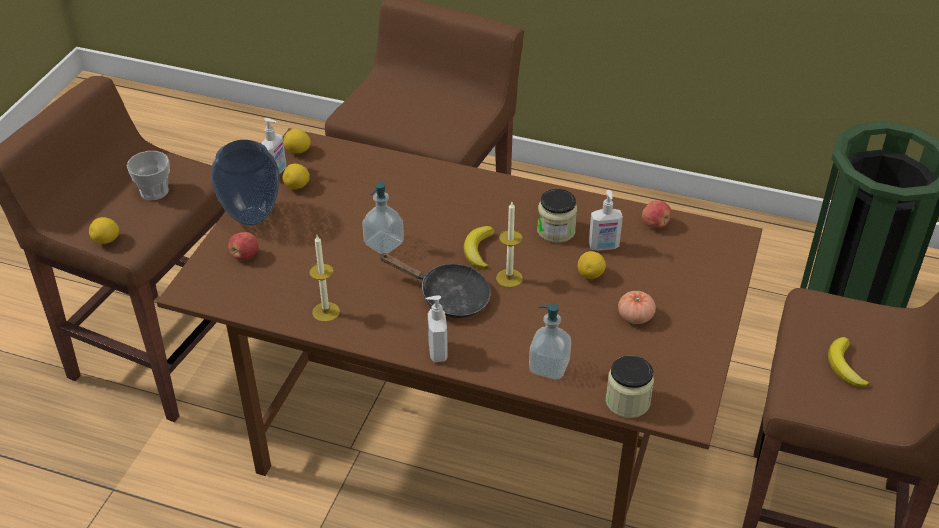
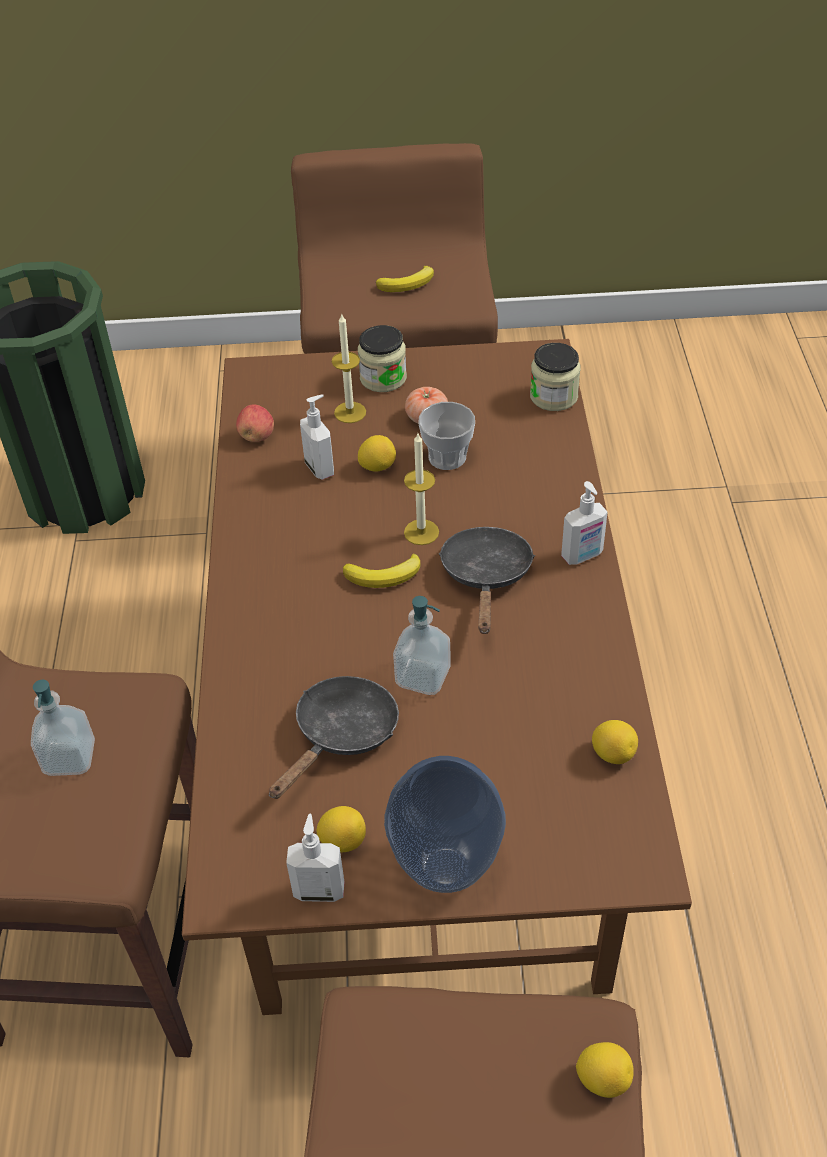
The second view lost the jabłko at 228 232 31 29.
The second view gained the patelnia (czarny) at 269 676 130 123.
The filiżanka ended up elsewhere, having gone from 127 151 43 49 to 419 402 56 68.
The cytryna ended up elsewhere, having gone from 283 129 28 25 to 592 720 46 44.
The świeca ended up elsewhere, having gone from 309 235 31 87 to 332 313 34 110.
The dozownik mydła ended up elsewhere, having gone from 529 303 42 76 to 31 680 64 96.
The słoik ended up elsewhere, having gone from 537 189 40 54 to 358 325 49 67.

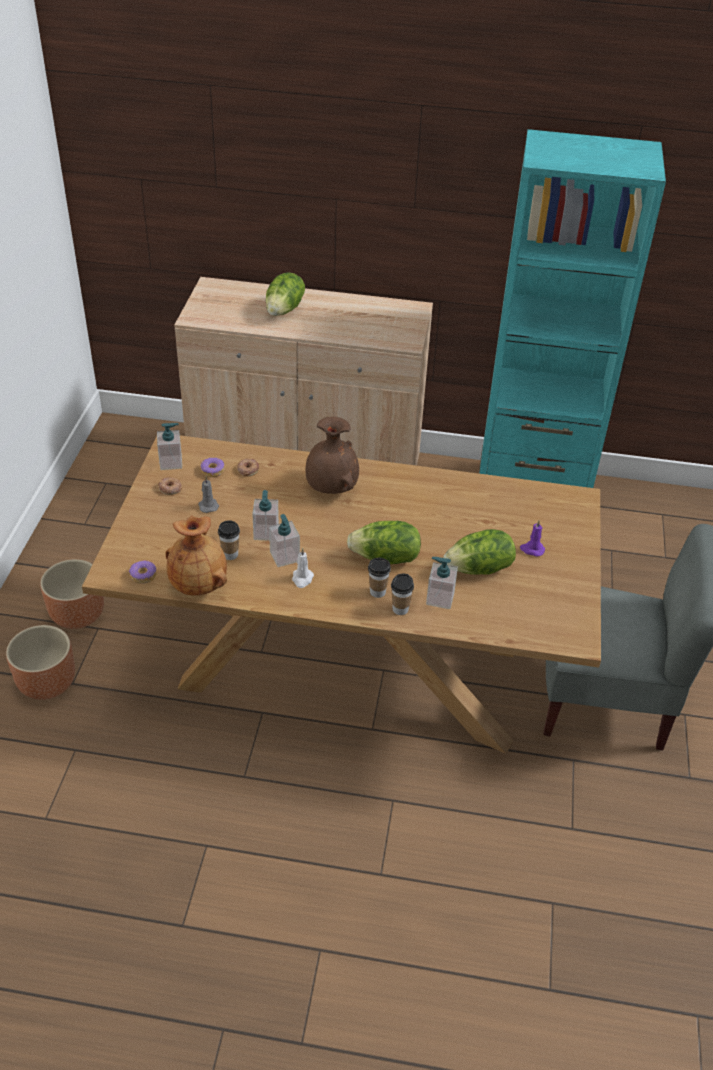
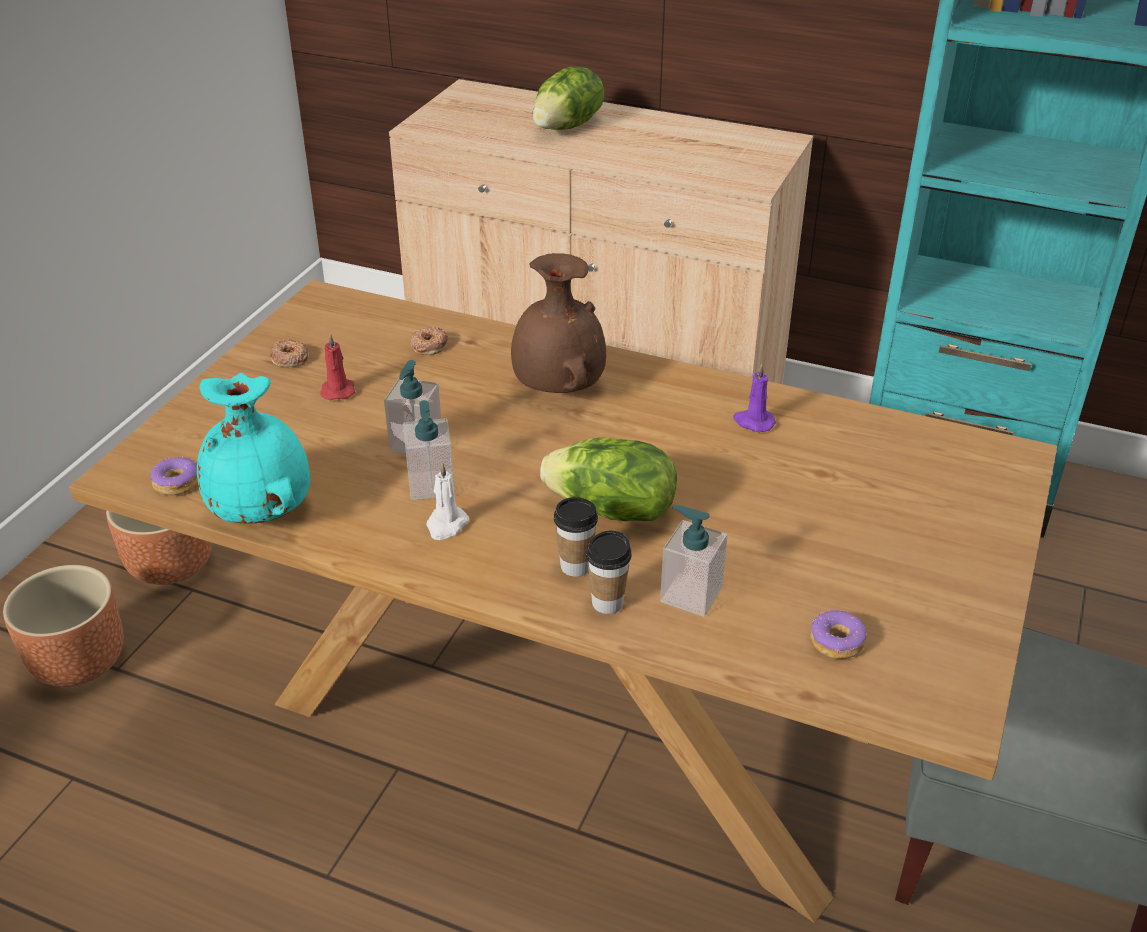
The second view lost the dozownik mydła at 157 423 25 47.
The second view lost the filiżanka at 218 520 22 40.
The second view lost the sałata at 443 529 73 46.
The donut ended up elsewhere, having gone from 201 458 24 19 to 810 610 57 49.
The świeca (fioletowy) ended up elsewhere, having gone from 520 521 25 35 to 733 363 43 69.
What was the wazon (brązowy) at 165 516 62 79 turned into the wazon (turkusowy) at 197 373 113 151.
What was the świeca (szary) at 199 477 20 36 turned into the świeca (czerwony) at 320 333 35 67.

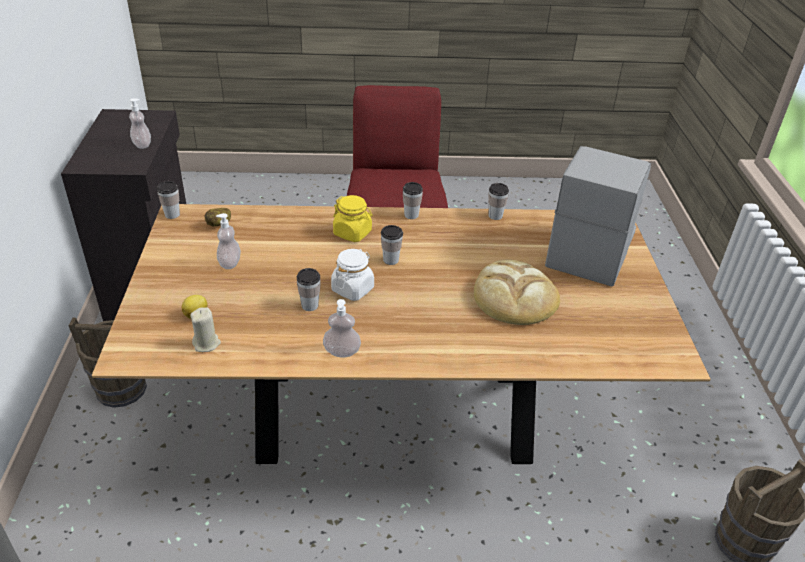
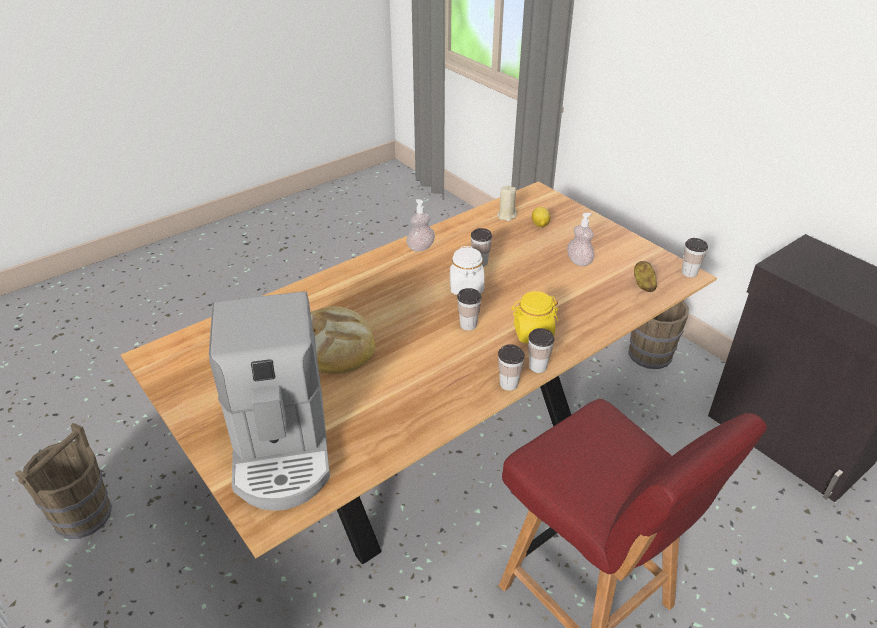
The second view lost the dozownik mydła at 129 98 22 51.
The filiżanka ended up elsewhere, having gone from 488 183 21 37 to 528 328 27 45.

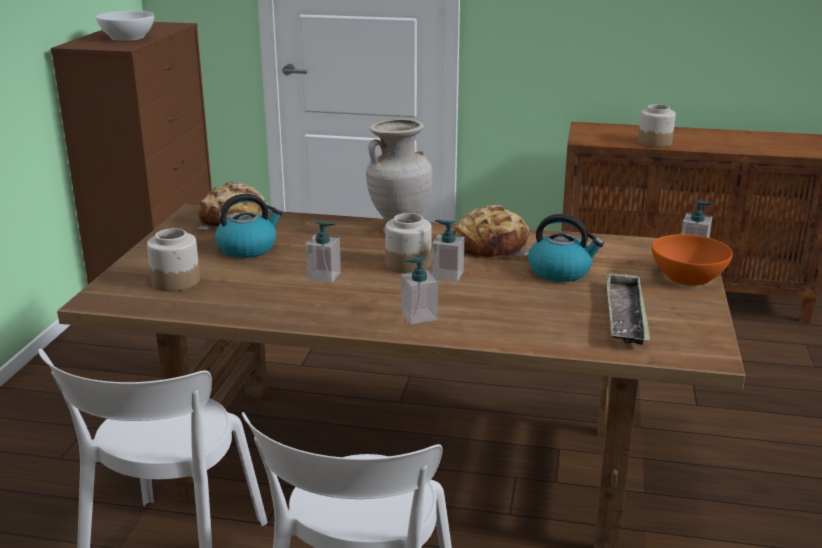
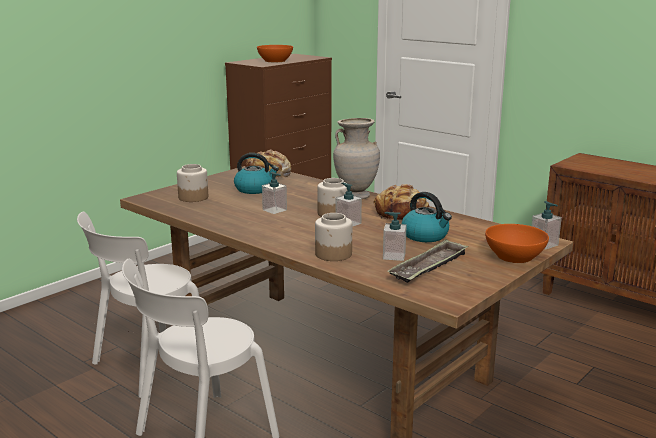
The dozownik mydła ended up elsewhere, having gone from 401 256 37 68 to 383 212 24 49.
The słoik ended up elsewhere, having gone from 638 104 38 44 to 315 213 37 48.
What was the miska (biały) at 96 11 59 30 turned into the miska (pomarańczowy) at 257 45 36 17.

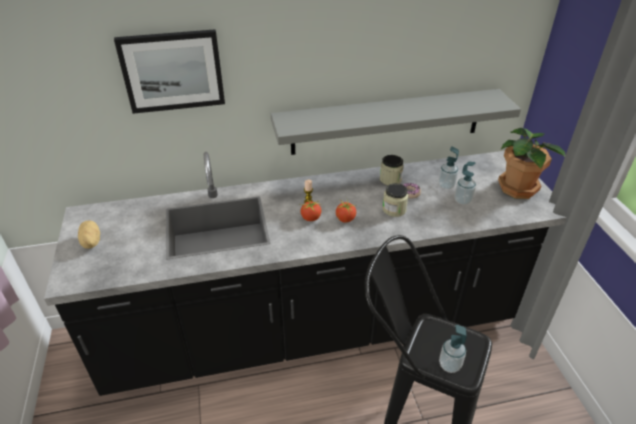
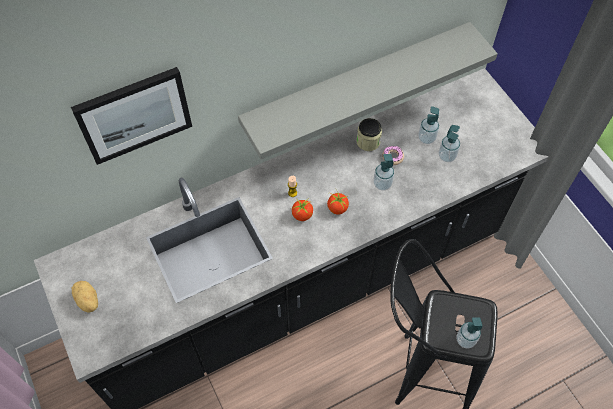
The second view lost the roślina doniczkowa at 498 128 67 71.
Where the słoik stood at 382 183 27 34, the dozownik mydła came to stand at 373 154 21 36.

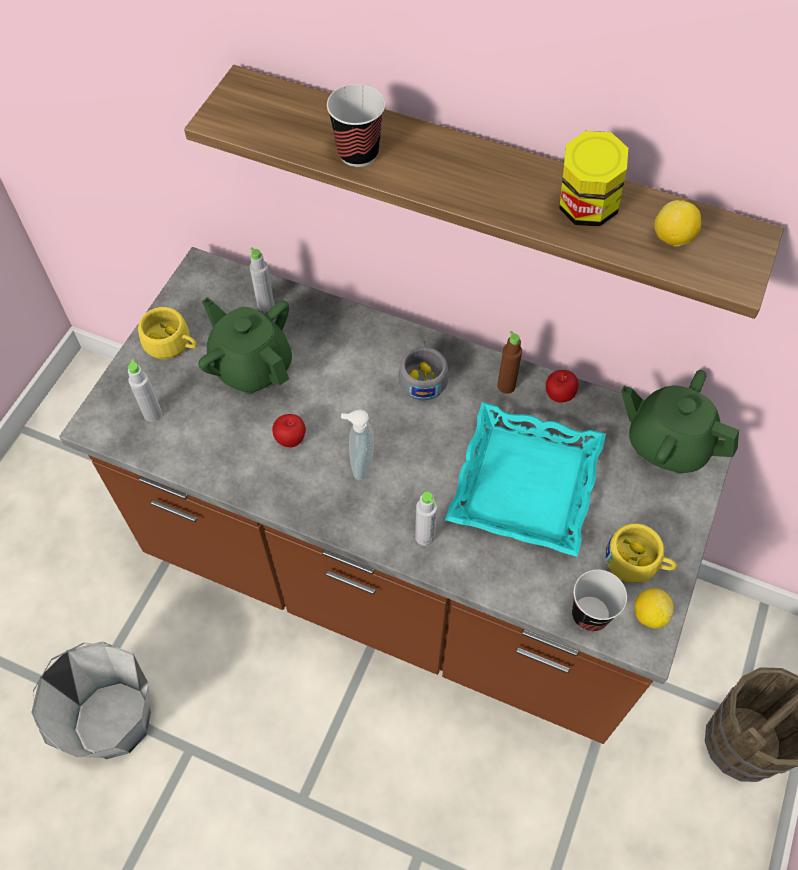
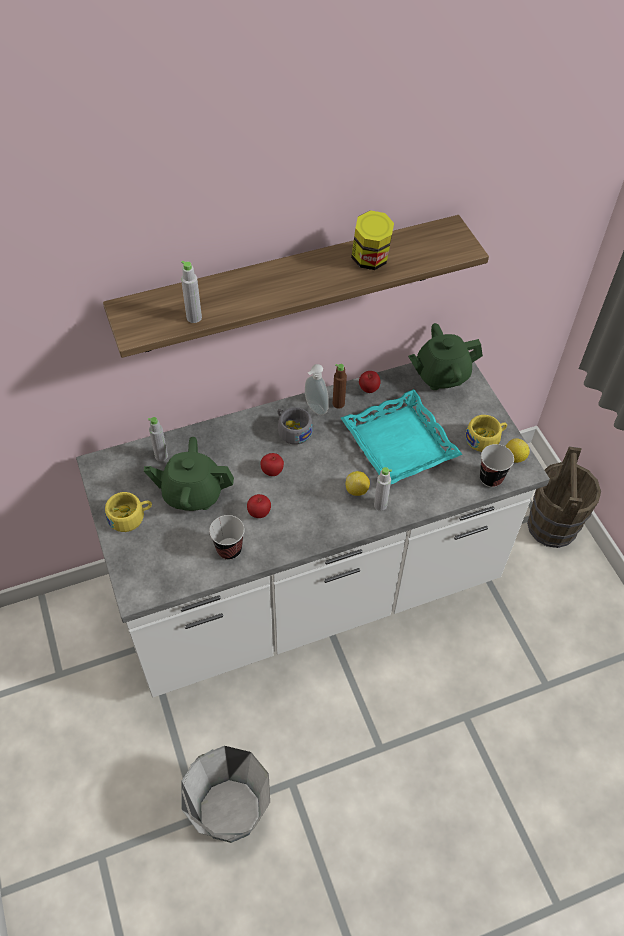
The second view gained the jabłko at 261 453 23 23.
The butelka (szary) ended up elsewhere, having gone from 128 359 34 63 to 181 261 21 62.
The filiżanka ended up elsewhere, having gone from 327 84 58 83 to 209 515 36 45.
The dozownik mydła ended up elsewhere, having gone from 341 409 33 71 to 305 364 24 51.
The cytryna ended up elsewhere, having gone from 654 200 47 47 to 346 471 24 25.
What was the zabudowa kuchenna (brązowy) at 59 247 673 497 turned into the zabudowa kuchenna (biały) at 76 362 474 336.

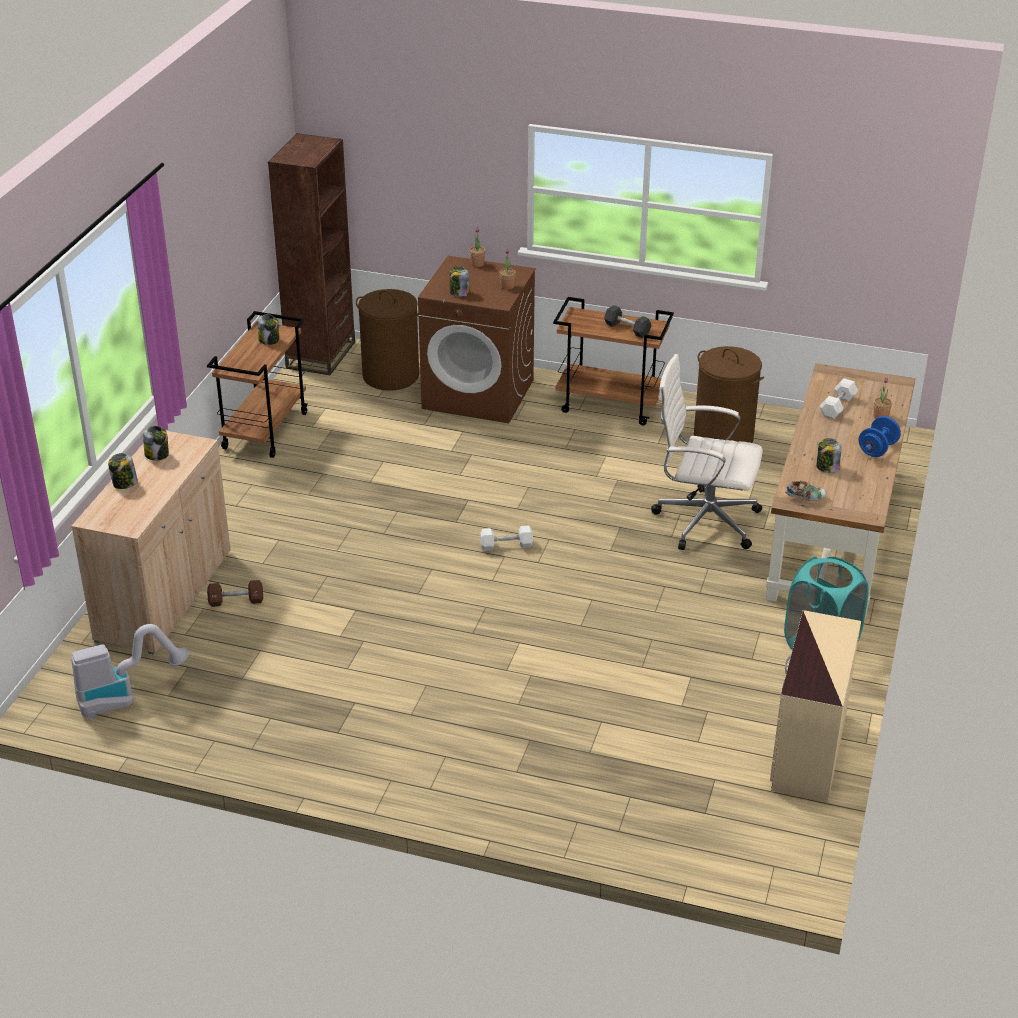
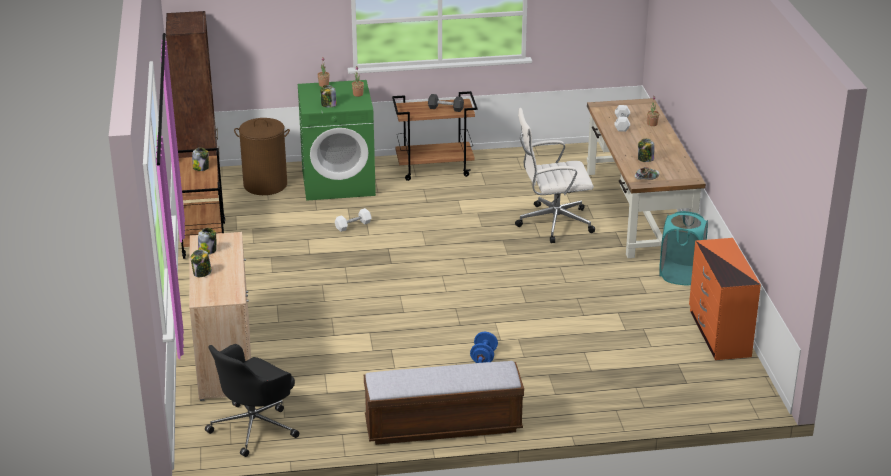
The second view lost the hantel (brązowy) at 207 580 56 27.
The second view lost the kosz na pranie (brązowy) at 694 346 70 97.
The second view gained the ławka at 364 361 160 84.
The hantel (biały) ended up elsewhere, having gone from 480 525 53 26 to 335 208 36 24.
The hantel (niebieski) ended up elsewhere, having gone from 858 416 43 41 to 470 332 28 31.
Where the odkurzacz stood at 71 624 118 95, the krzesło biurowe (czarny) came to stand at 205 344 94 113.
What was the pralka (brązowy) at 418 256 118 167 turned into the pralka (zielony) at 298 80 78 121.
What was the komoda (beżowy) at 770 610 91 193 turned into the komoda (pomarańczowy) at 689 238 72 122.

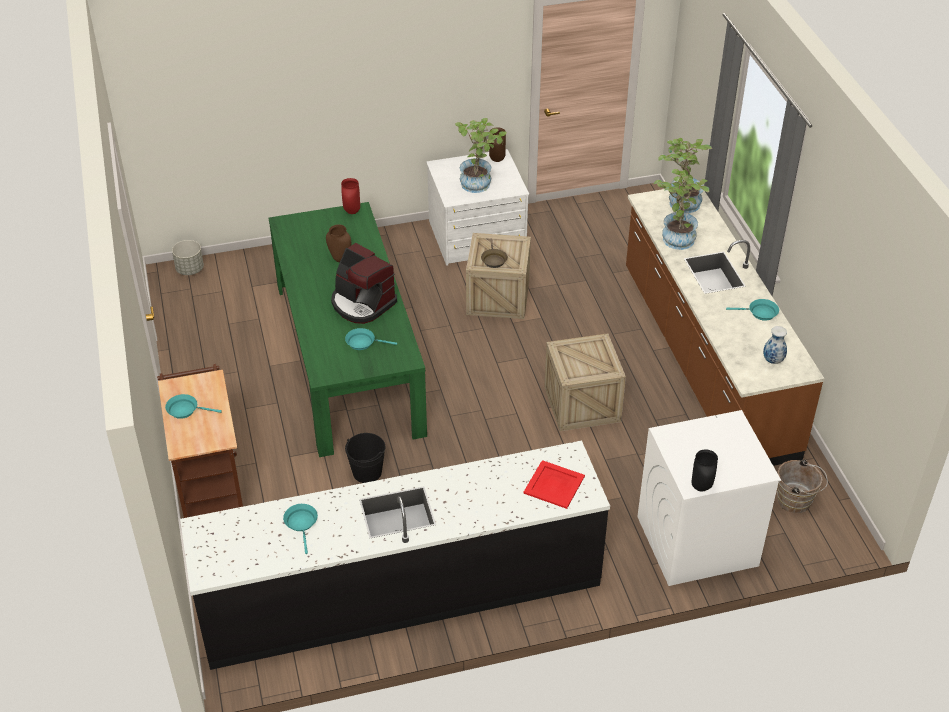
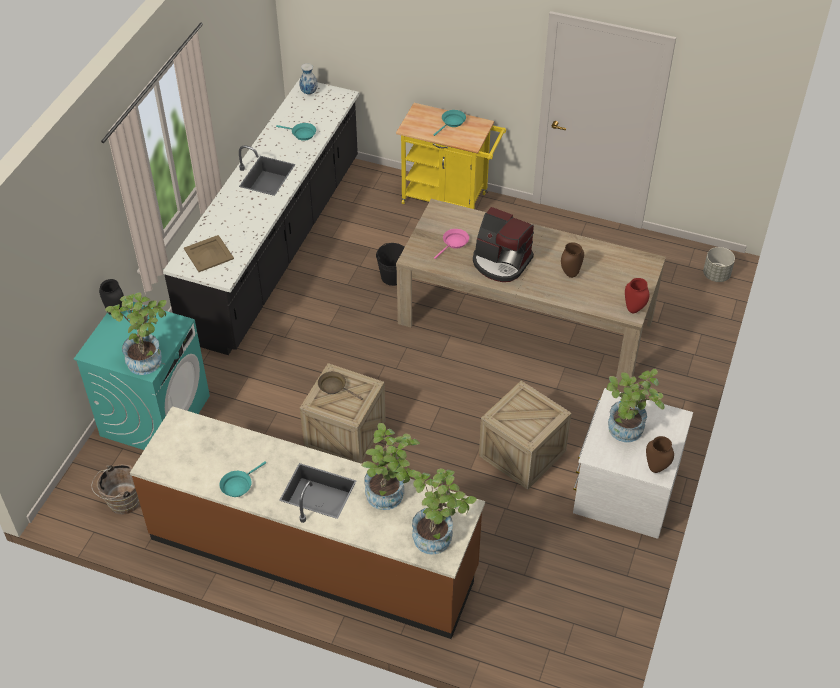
The second view gained the roślina doniczkowa at 105 292 62 83.
The patelnia (brązowy) ended up elsewhere, having gone from 481 239 27 29 to 318 371 45 29.
The wazon ended up elsewhere, having gone from 763 326 24 38 to 299 63 19 32.
What was the wózek (brązowy) at 157 364 86 154 turned into the wózek (żółty) at 396 103 110 106.
What was the stół jadalny (zielony) at 268 202 159 255 turned into the stół jadalny (beżowy) at 396 199 270 188.
What was the patelnia (turkusowy) at 345 328 52 22 turned into the patelnia (różowy) at 434 229 35 30.
What was the taca (czerwony) at 523 460 62 49 turned into the taca (beżowy) at 184 235 50 37.
What was the pralka (biały) at 638 410 143 176 turned into the pralka (turkusowy) at 74 302 136 148.
The ekspres do kawy at 331 243 66 81 ended up facing another way, 135 degrees counterclockwise from before.

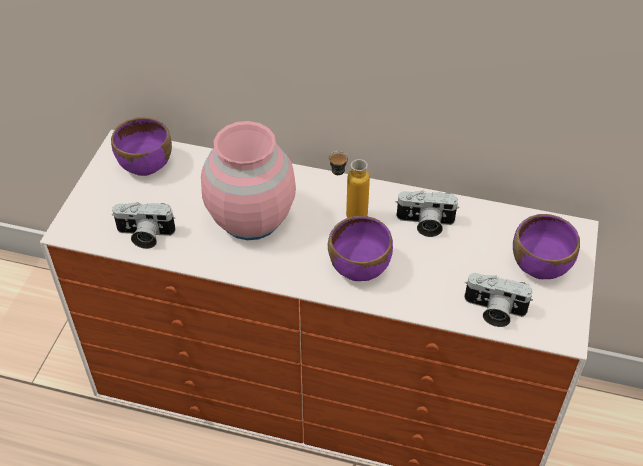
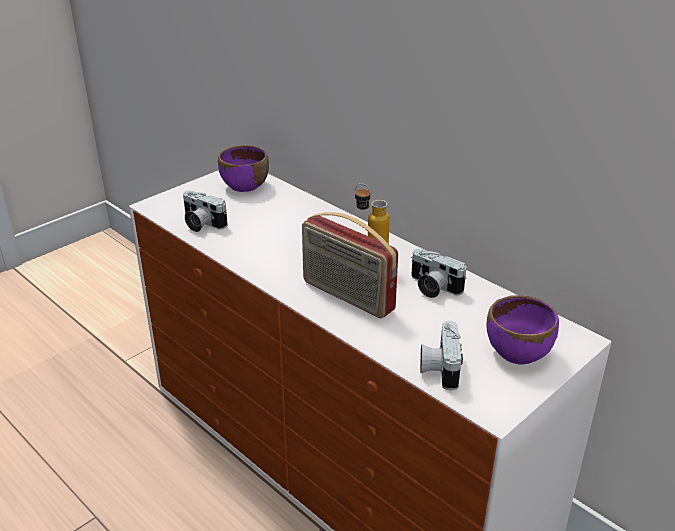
The second view lost the wazon (różowy) at 201 121 95 119.
Where the miska (fioletowy) stood at 328 216 65 65, the radio came to stand at 302 212 96 106.
The aparat fotograficzny at 464 273 69 54 ended up facing another way, 45 degrees clockwise from before.

